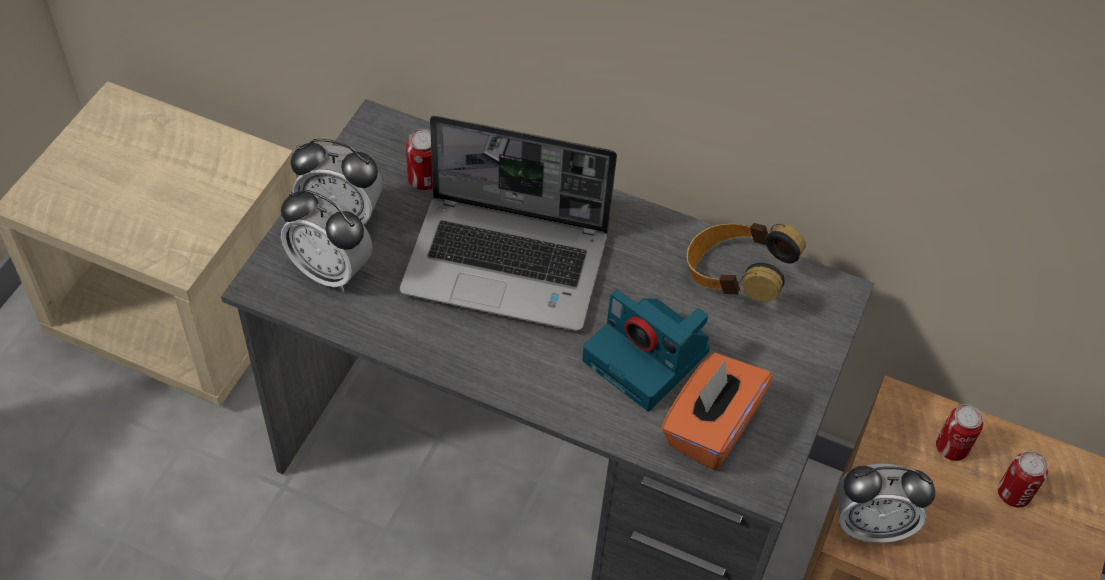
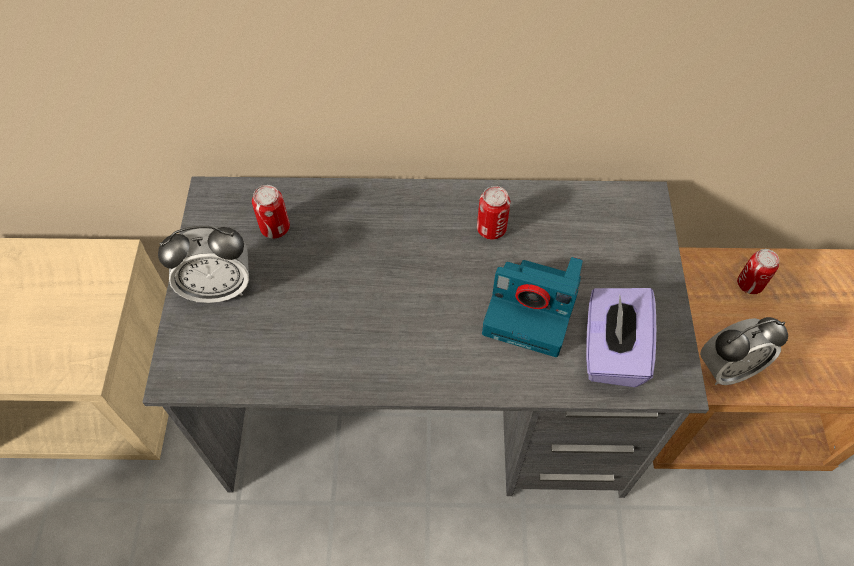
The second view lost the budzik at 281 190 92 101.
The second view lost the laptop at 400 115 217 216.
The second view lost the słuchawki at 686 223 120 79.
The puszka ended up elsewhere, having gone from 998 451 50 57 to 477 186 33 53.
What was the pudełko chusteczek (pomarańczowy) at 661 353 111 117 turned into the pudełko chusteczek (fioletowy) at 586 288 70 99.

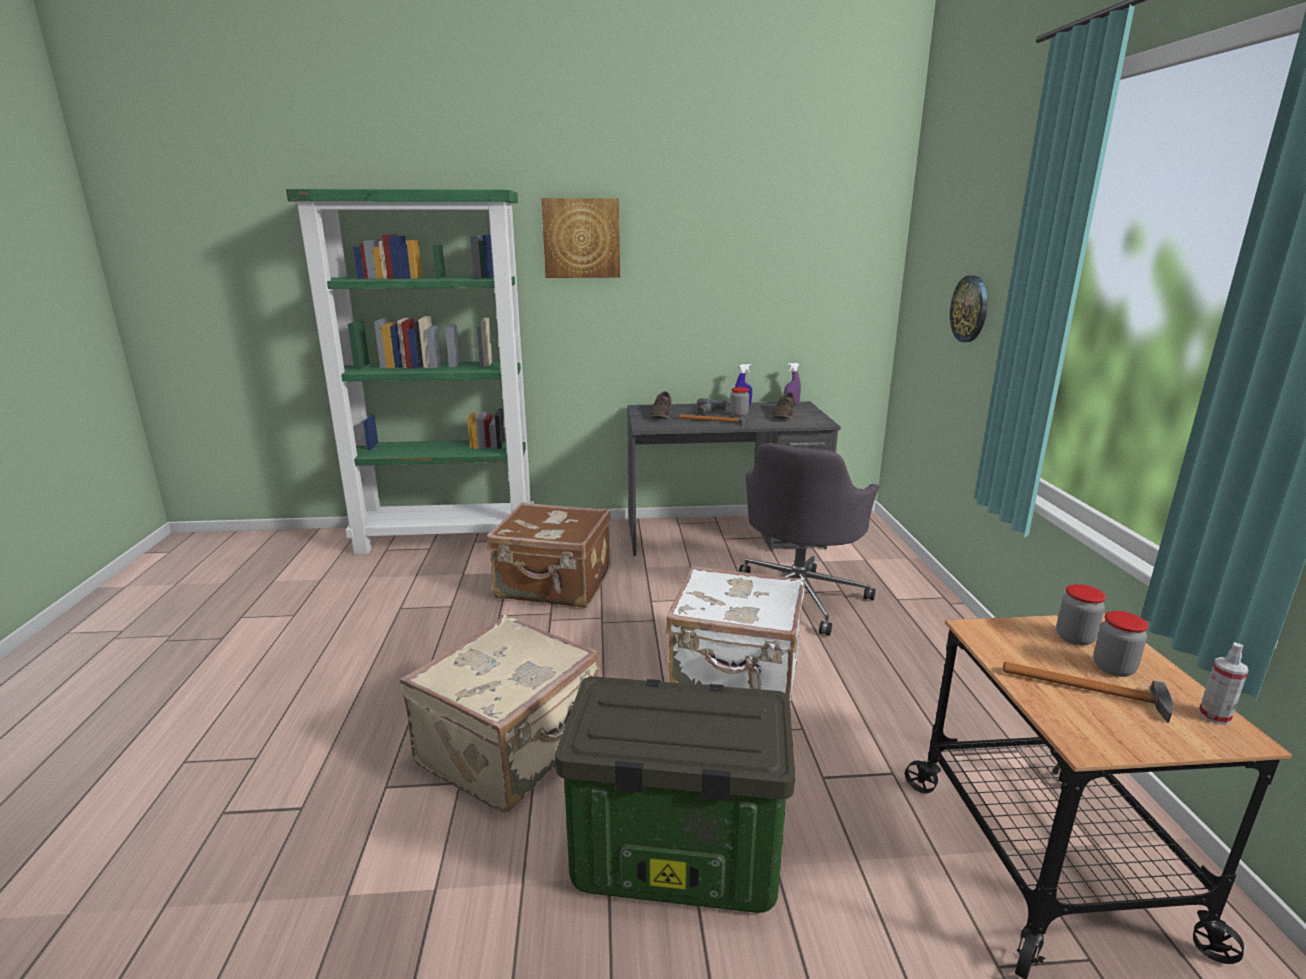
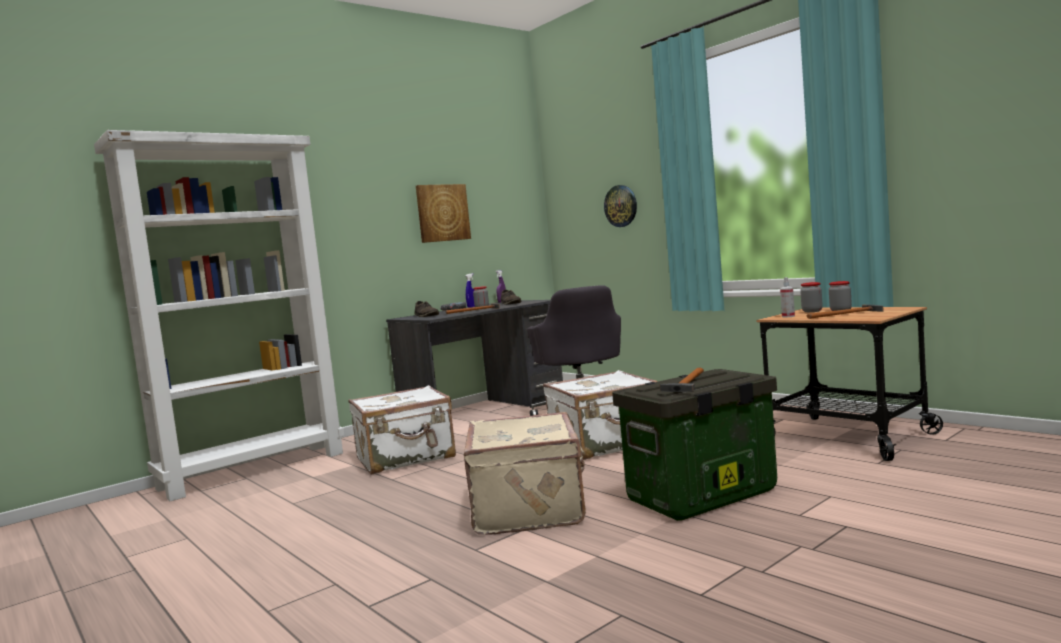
The second view gained the młotek at 660 368 44 24.
The obraz ended up elsewhere, having gone from 541 198 79 80 to 416 184 55 59.
The spryskiwacz ended up elsewhere, having gone from 1199 642 50 83 to 780 277 15 40.
What was the regał (zielony) at 286 189 248 365 turned into the regał (biały) at 94 130 251 371.
What was the walizka (brązowy) at 487 502 124 106 turned into the walizka (biały) at 348 385 108 89.

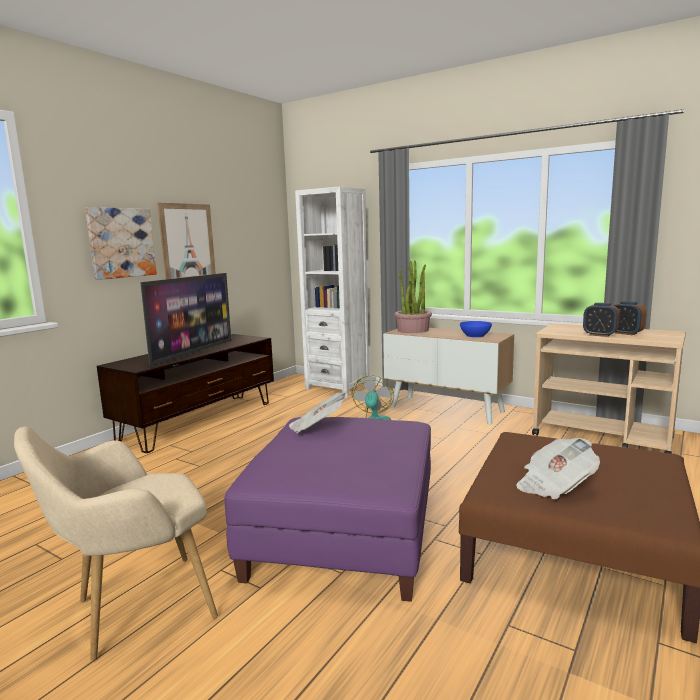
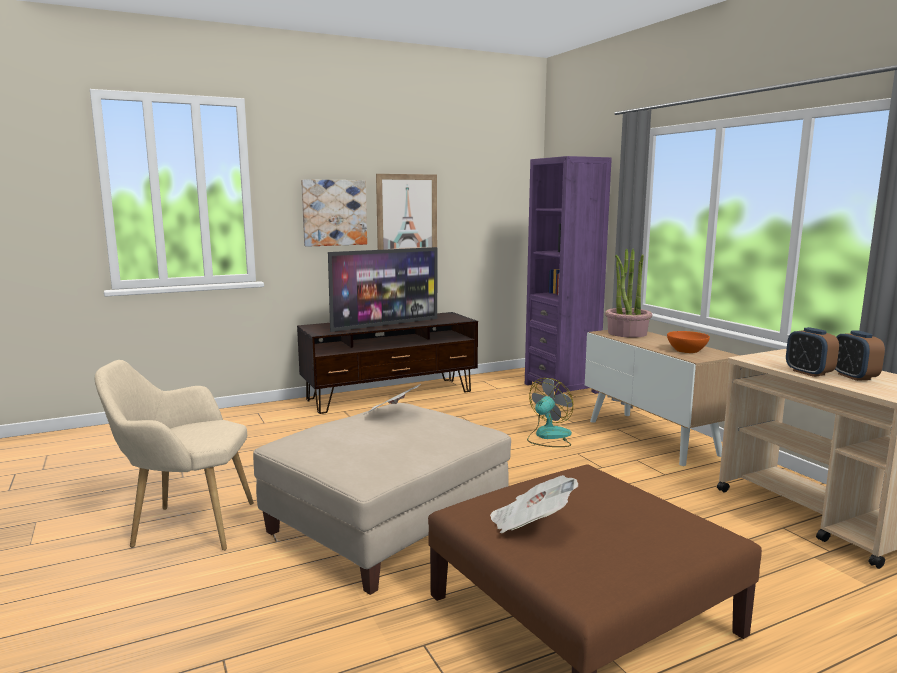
What was the pufa (fioletowy) at 224 417 207 185 turned into the pufa (beżowy) at 253 403 258 192.
What was the regał (biały) at 295 186 75 209 turned into the regał (fioletowy) at 525 156 87 239.
What was the miska (niebieski) at 460 321 32 16 turned into the miska (pomarańczowy) at 667 331 43 22.

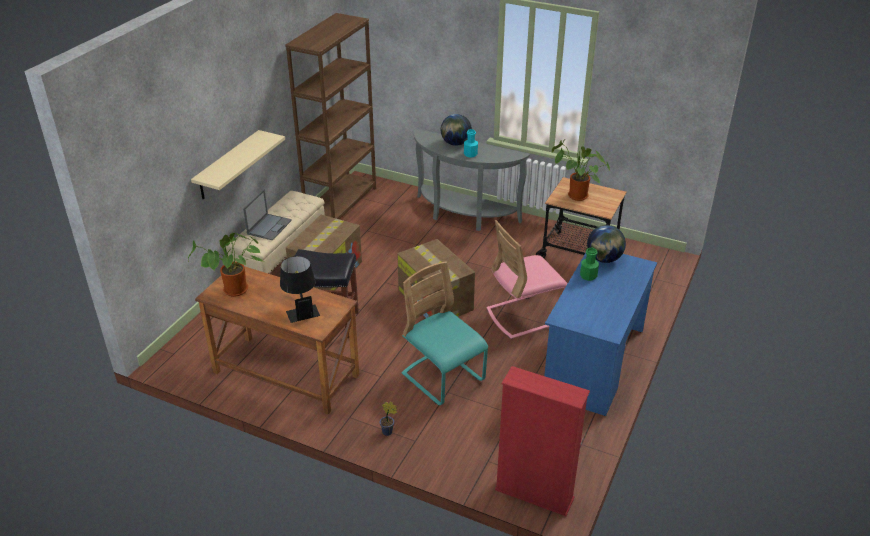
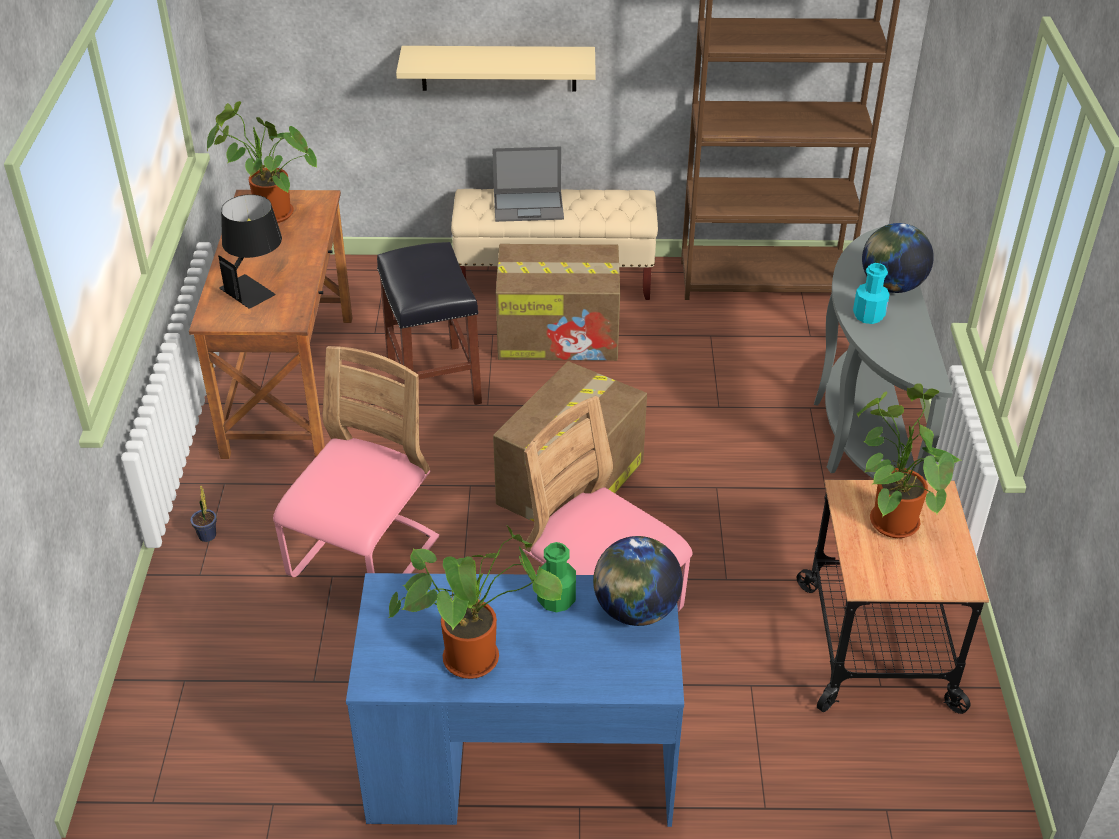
The second view lost the regał (czerwony) at 495 366 95 150.
The second view gained the roślina doniczkowa at 389 525 173 154.
What was the krzesło (turkusowy) at 401 261 87 144 turned into the krzesło (różowy) at 273 346 166 231.

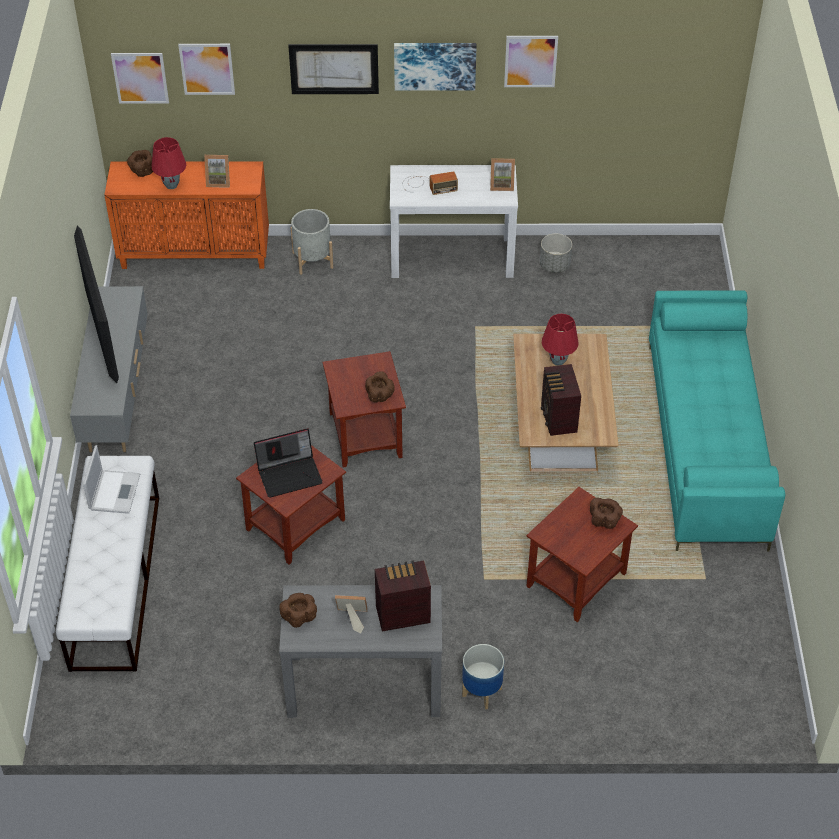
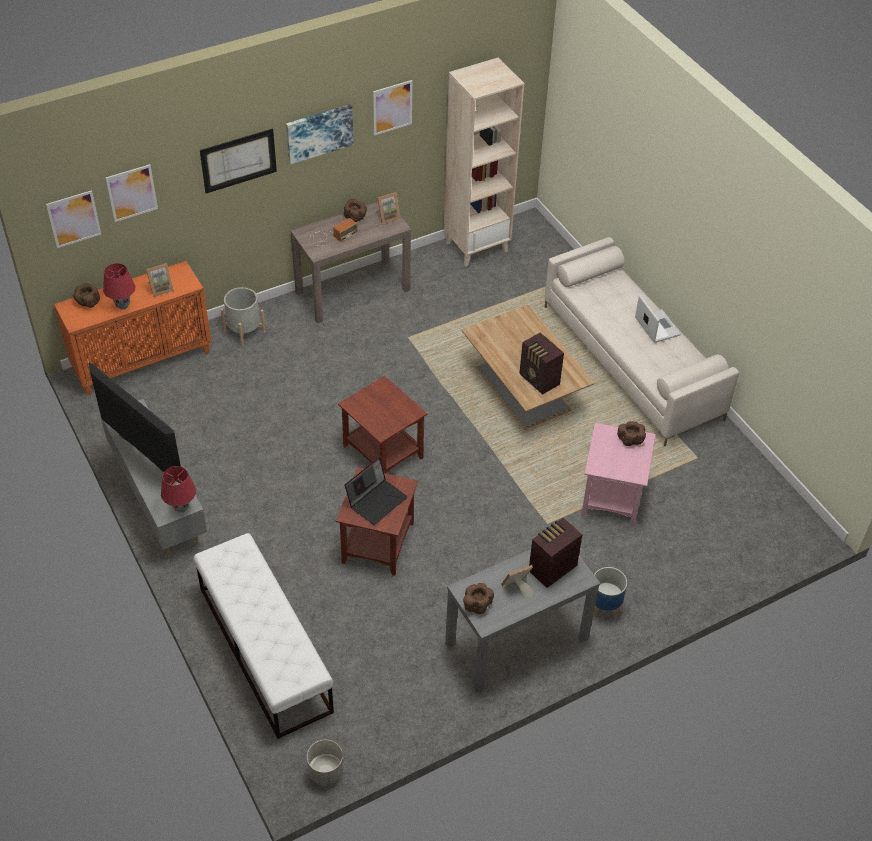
The second view gained the regał (beżowy) at 444 57 80 210.
The laptop ended up elsewhere, having gone from 83 445 57 69 to 635 295 46 48.
The miska (brązowy) ended up elsewhere, having gone from 365 371 30 31 to 344 199 23 23.
The donica (szary) ended up elsewhere, having gone from 540 234 32 39 to 307 740 37 46.
The lampa stołowa (czerwony) ended up elsewhere, having gone from 542 314 37 52 to 161 466 35 47.
What was the stolik konsolowy (biały) at 390 165 128 113 turned into the stolik konsolowy (brązowy) at 290 202 122 122.
What was the stolik (brązowy) at 526 487 112 135 turned into the stolik (różowy) at 581 423 75 104.
What was the kanapa (turkusowy) at 649 291 136 260 turned into the kanapa (beżowy) at 544 237 195 209.

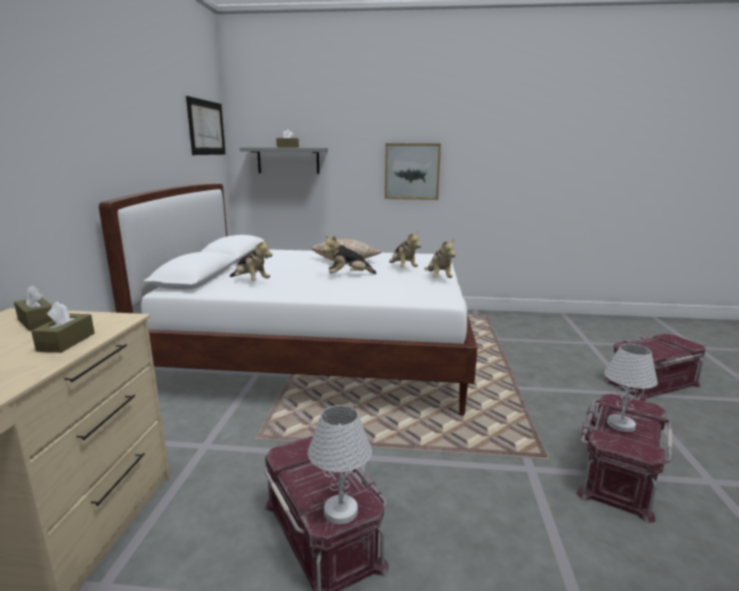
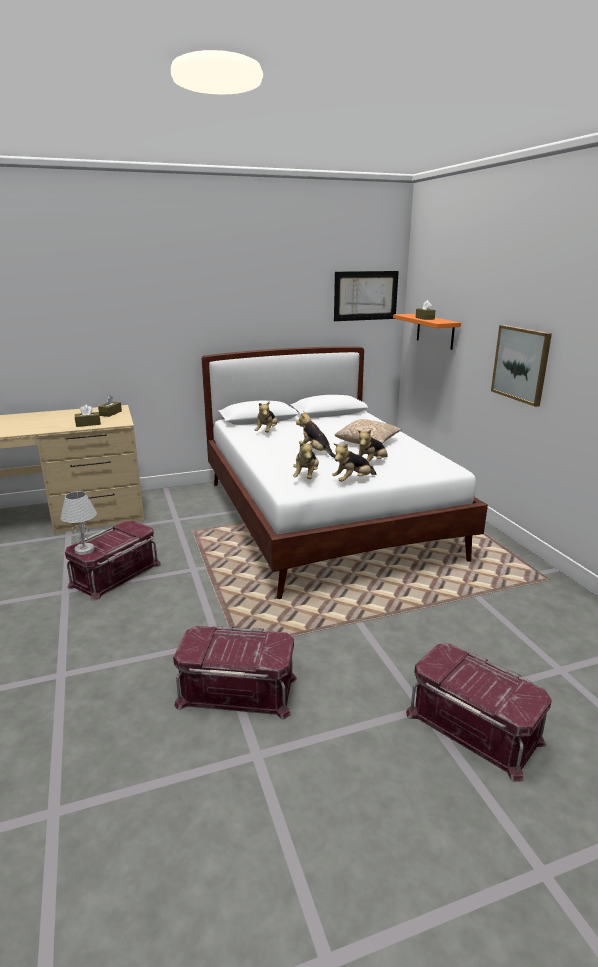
The second view lost the lampa stołowa (biały) at 604 344 54 88.
The second view gained the pluszak at 293 440 26 39.
What was the półka (szary) at 240 147 88 27 turned into the półka (pomarańczowy) at 393 314 68 36.

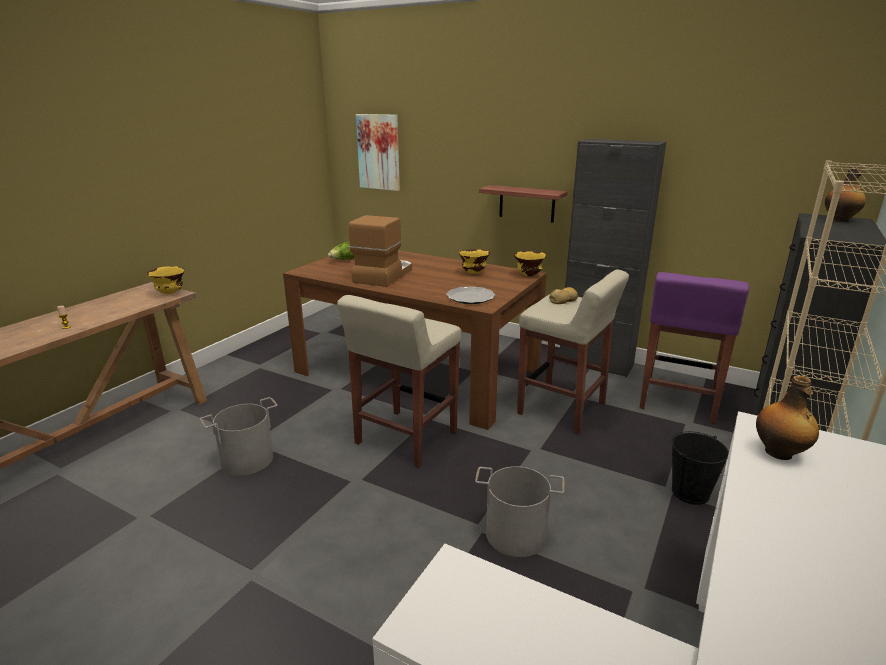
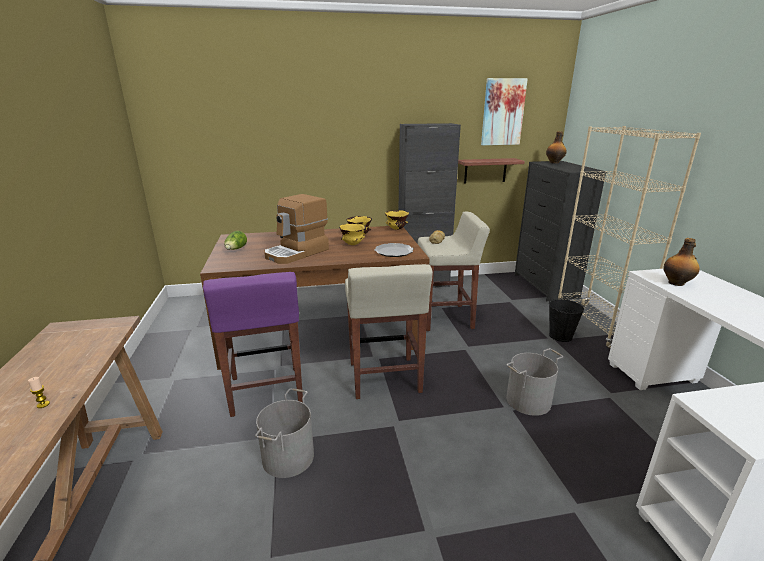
The miska (żółty) ended up elsewhere, having gone from 147 266 38 28 to 339 224 27 21.
The obraz ended up elsewhere, having gone from 356 114 44 77 to 481 78 47 67.
The półka ended up elsewhere, having gone from 479 185 89 38 to 458 158 67 26.
The stołek (fioletowy) ended up elsewhere, having gone from 640 272 110 152 to 203 272 100 145.
The ekspres do kawy at 349 215 63 72 ended up facing another way, 120 degrees counterclockwise from before.

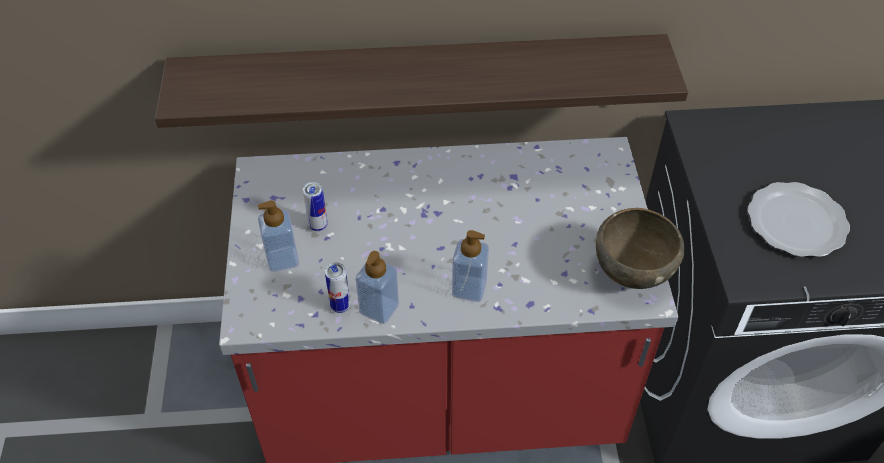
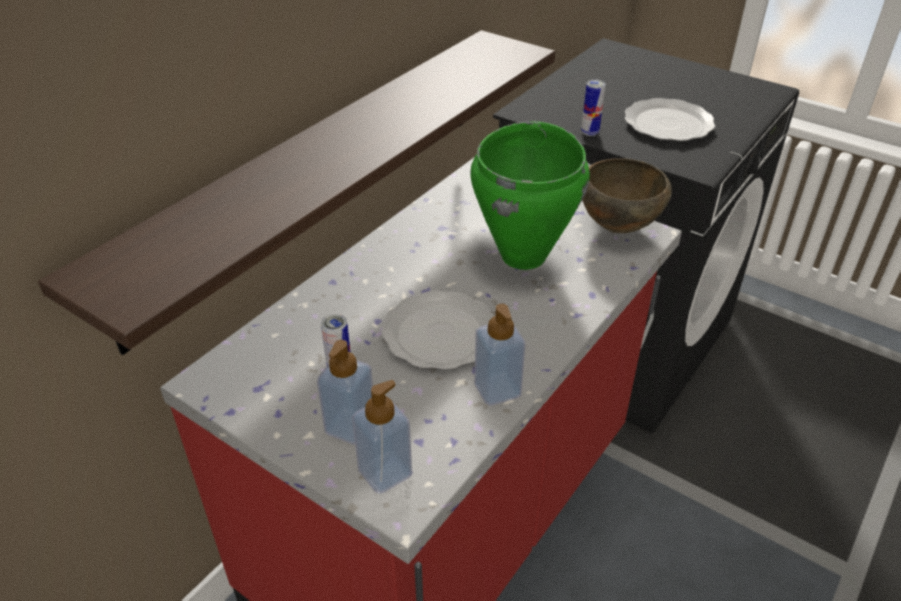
The second view gained the talerz at 381 290 113 80.
The second view gained the garnek (zielony) at 470 121 120 149.
The puszka ended up elsewhere, having gone from 325 262 25 51 to 581 79 25 57.
The dozownik mydła ended up elsewhere, having gone from 452 230 37 72 to 352 380 60 114.

